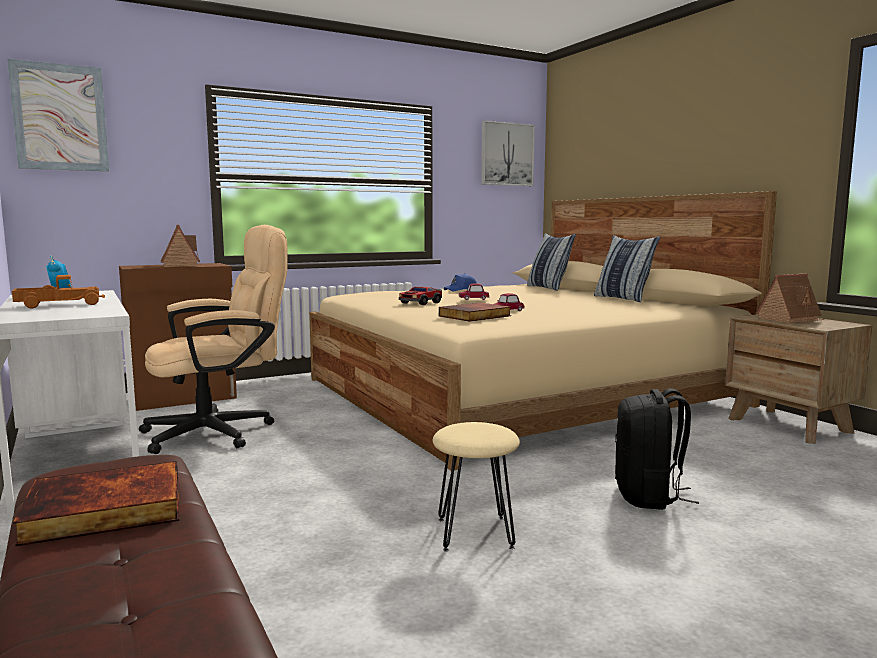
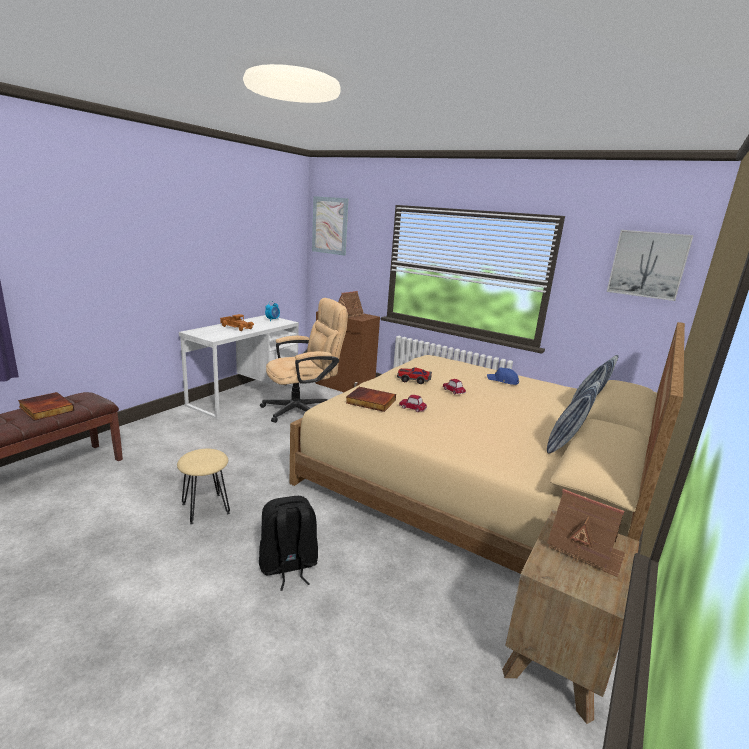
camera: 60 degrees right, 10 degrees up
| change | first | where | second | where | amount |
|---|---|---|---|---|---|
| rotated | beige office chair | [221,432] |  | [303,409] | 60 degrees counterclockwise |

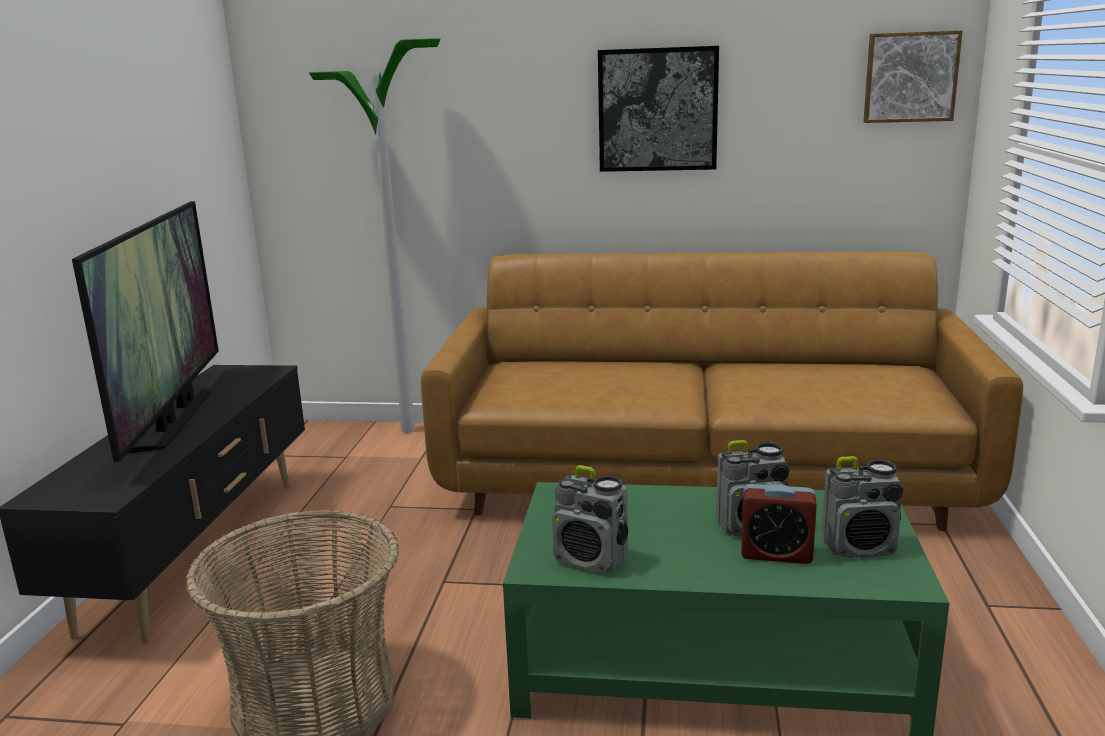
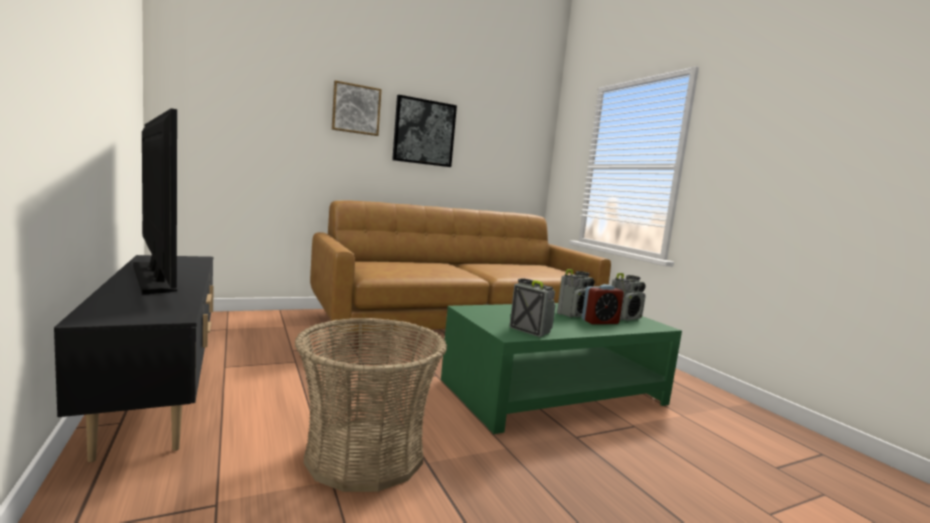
camera: 35 degrees left, 10 degrees down
| change | first | where | second | where | amount |
|---|---|---|---|---|---|
| shifted | wall picture | [910,77] |  | [356,109] |  |
| gone | standard lamp | [408,430] |  |  |  |
| rotated | radio | [591,560] |  | [530,330] | 135 degrees counterclockwise |

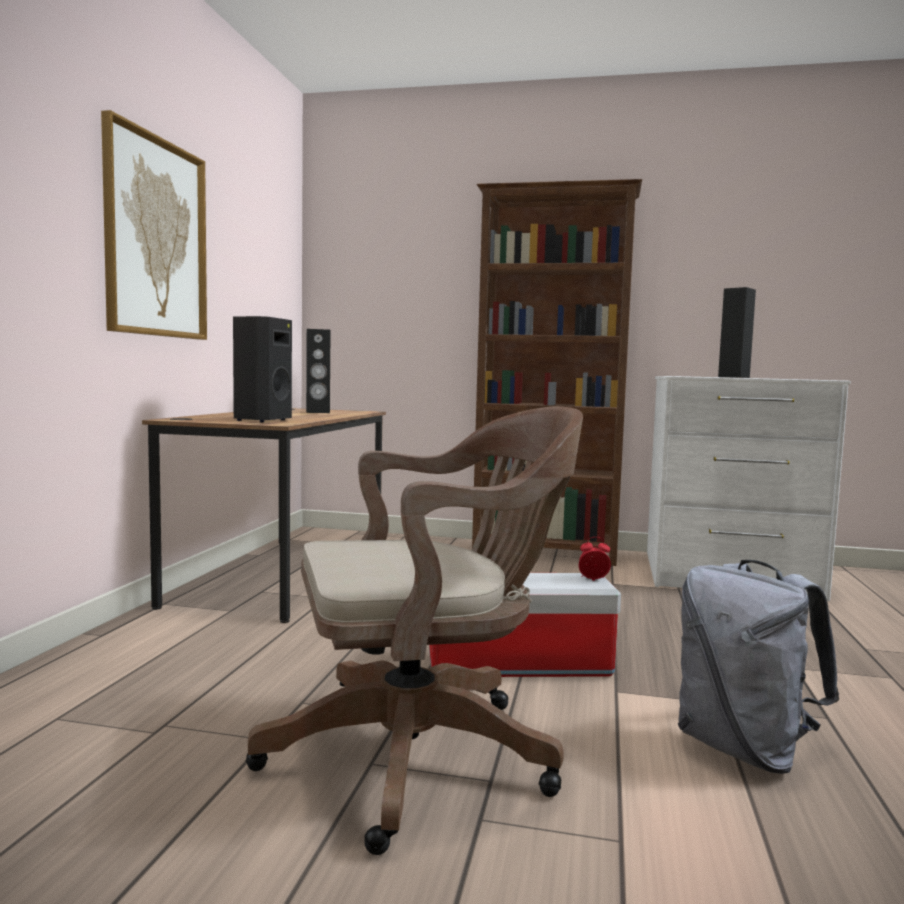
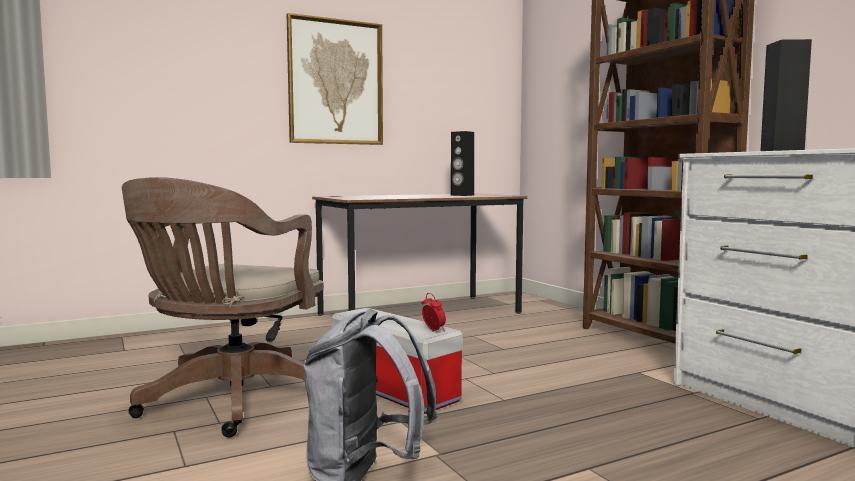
camera: 50 degrees right, 0 degrees up
| change | first | where | second | where | amount |
|---|---|---|---|---|---|
| gone | blackish audio speaker | [260,420] |  |  |  |
| rotated | brownish office chair | [425,754] |  | [230,403] | 75 degrees clockwise |

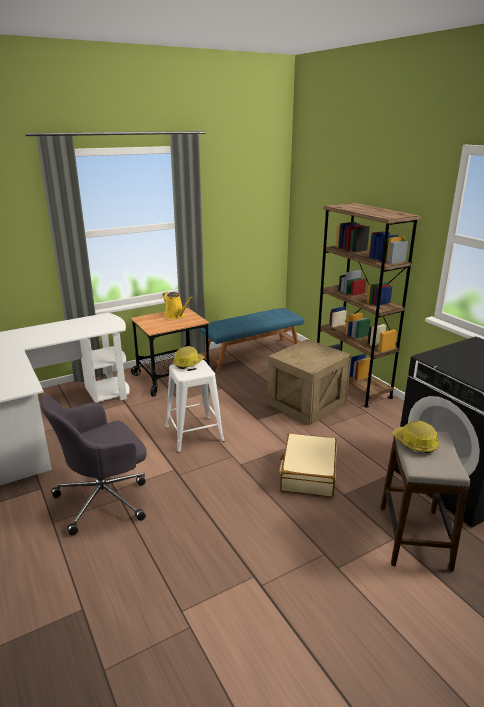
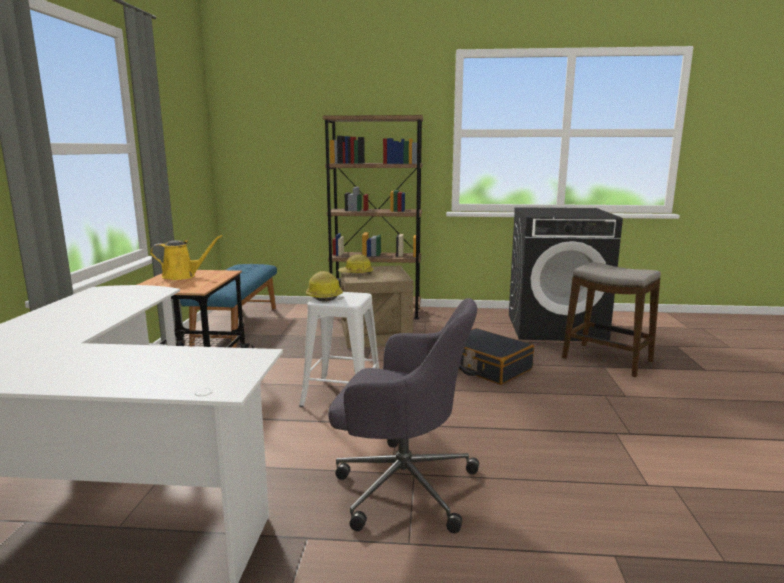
camera: 55 degrees left, 10 degrees down
| change | first | where | second | where | amount |
|---|---|---|---|---|---|
| rotated | grey office chair | [105,499] |  | [401,485] | 75 degrees counterclockwise |
| shifted | safety helmet | [415,443] |  | [356,273] |  |
| repainted | beige travel case | [308,473] | blackish travel case | [486,367] |  |

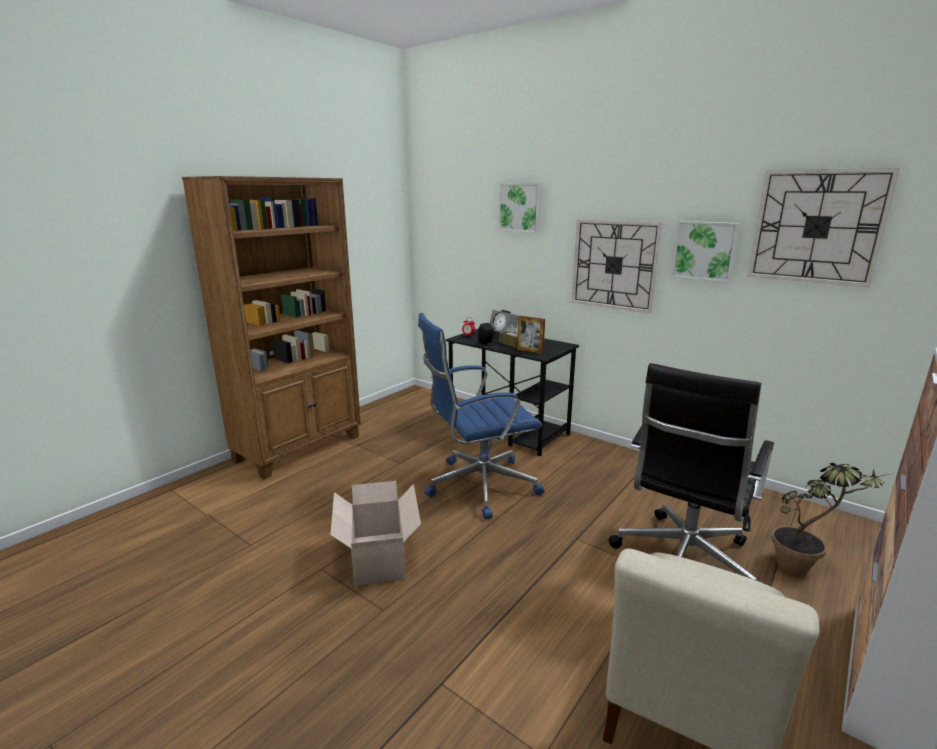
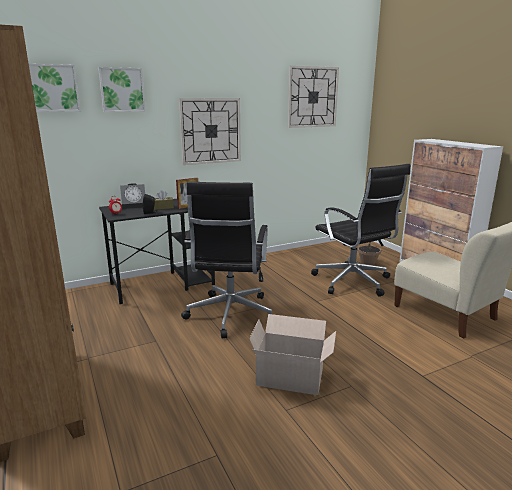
camera: 65 degrees left, 0 degrees up
| change | first | where | second | where | amount |
|---|---|---|---|---|---|
| shifted | wall picture | [705,250] |  | [53,88] |  |
| repainted | blue office chair | [478,486] | blackish office chair | [230,315] |  |

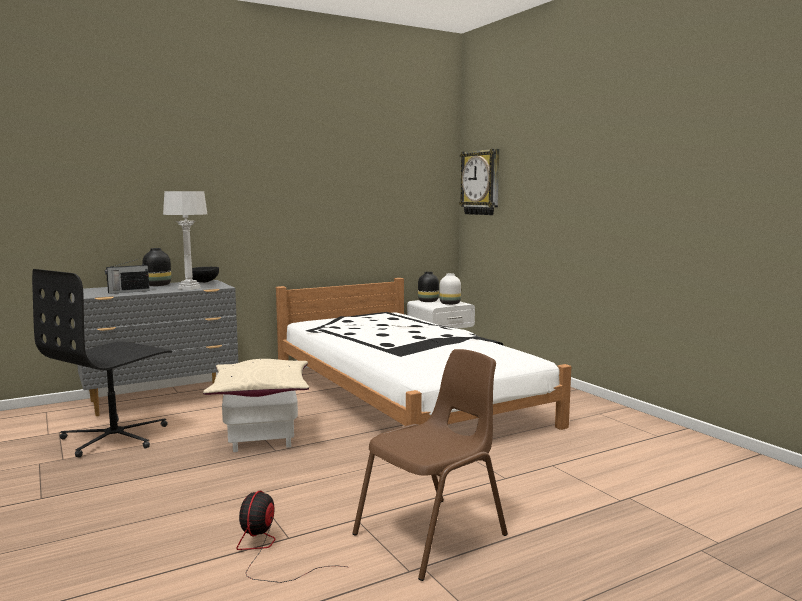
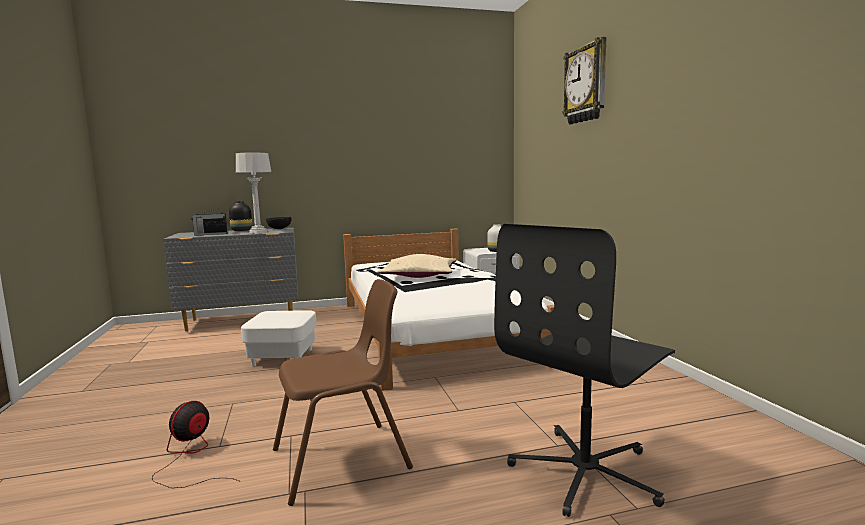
camera: 15 degrees right, 0 degrees up
| change | first | where | second | where | amount |
|---|---|---|---|---|---|
| shifted | hanging clock | [481,182] |  | [586,84] |  |
| shifted | blackish office chair | [115,437] |  | [586,472] |  |
| gone | blackish decorative vase | [428,301] |  |  |  |
| shifted | beige cushion | [260,391] |  | [419,276] |  |

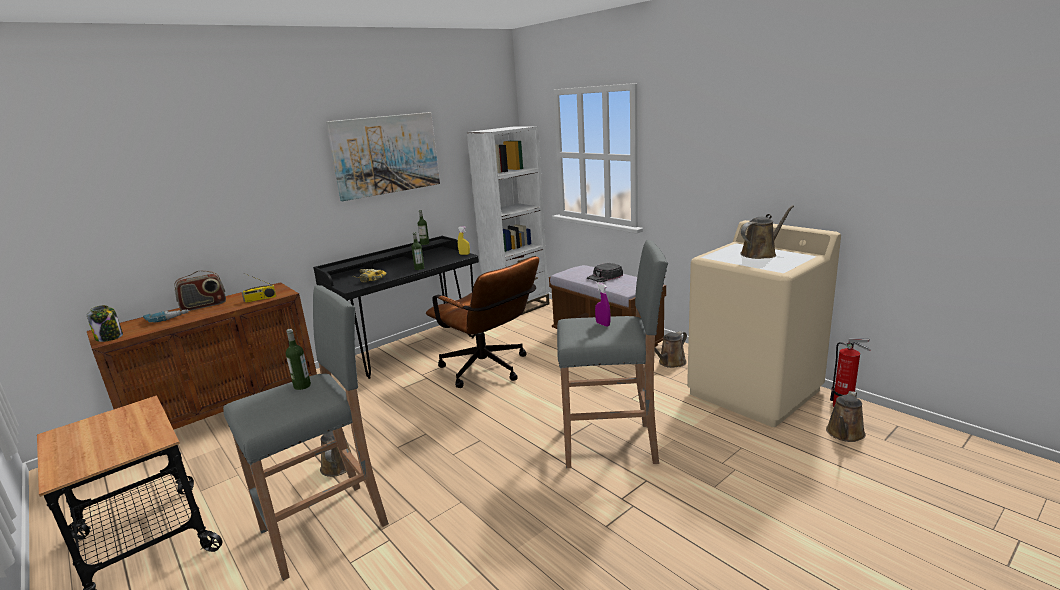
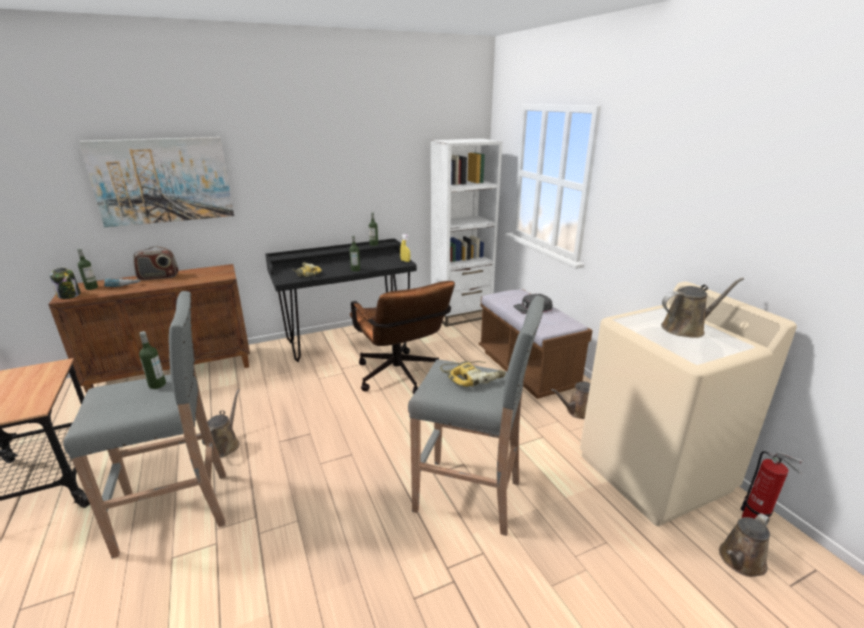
camera: 15 degrees right, 5 degrees up
| change | first | where | second | where | amount |
|---|---|---|---|---|---|
| shifted | wall picture | [386,155] |  | [163,181] |  |
| gone | radio | [260,299] |  |  |  |
| swapped | purple hand sprayer | [603,324] | drill | [473,377] |  |
| new |  |  | beverage bottle | [91,288] |  |

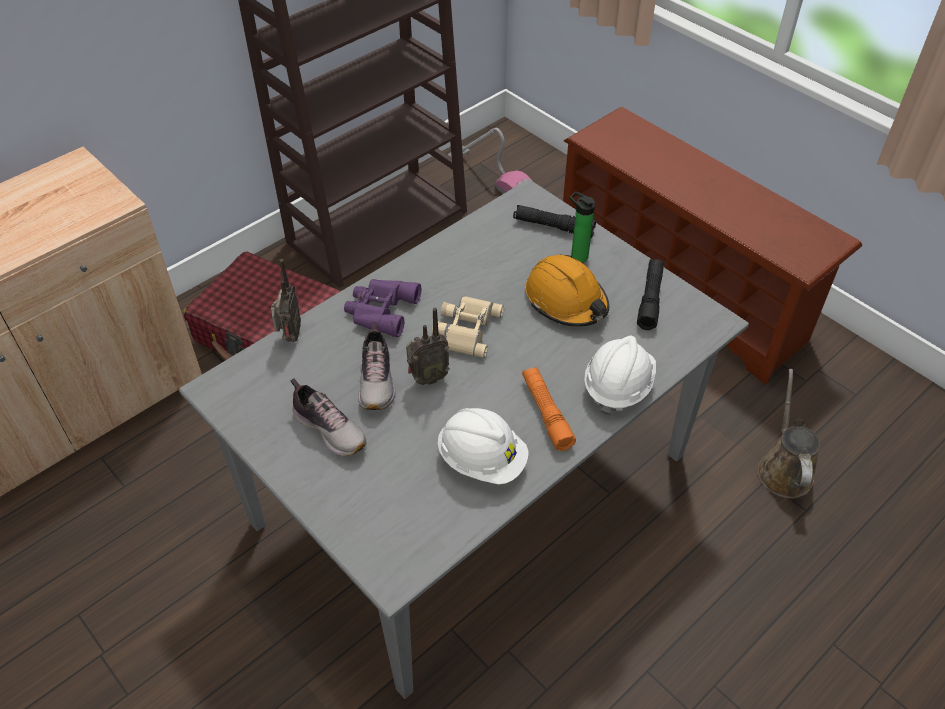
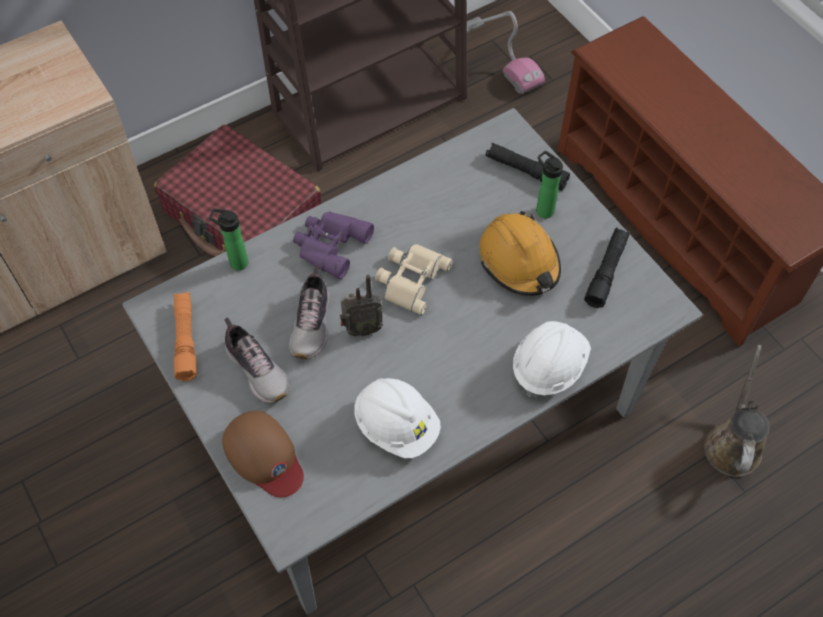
camera: 10 degrees right, 10 degrees up
| change | first | where | second | where | amount |
|---|---|---|---|---|---|
| swapped | radio | [289,337] | beverage bottle | [236,262] |  |
| shifted | orange-coloured hand torch | [546,413] |  | [185,339] |  |
| new |  |  | brownish cap | [264,456] |  |

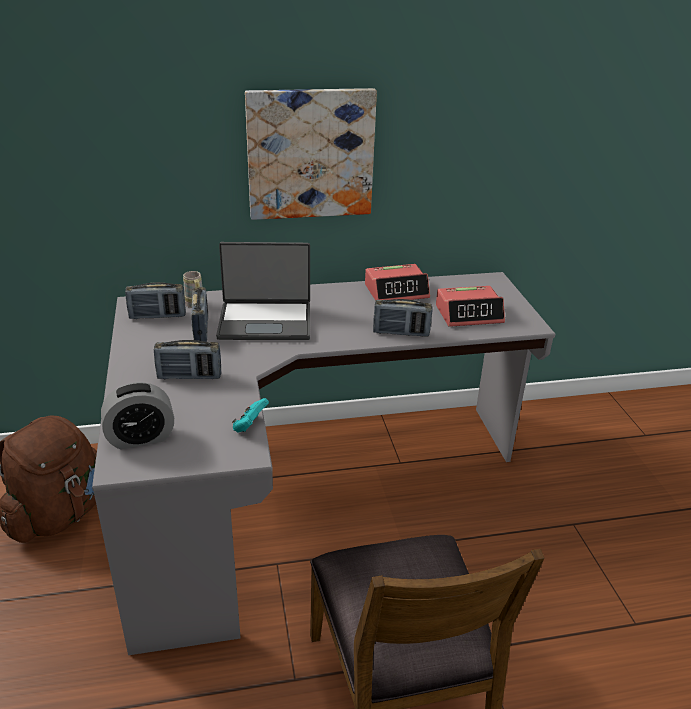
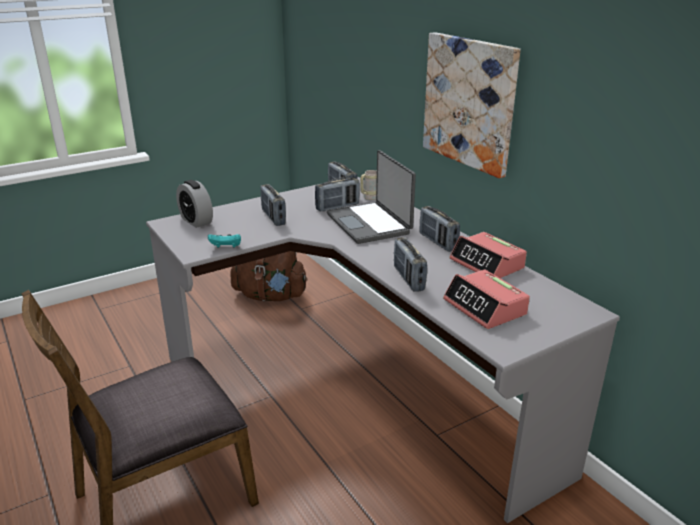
camera: 70 degrees right, 5 degrees down
| change | first | where | second | where | amount |
|---|---|---|---|---|---|
| new |  |  | radio | [437,242] |  |

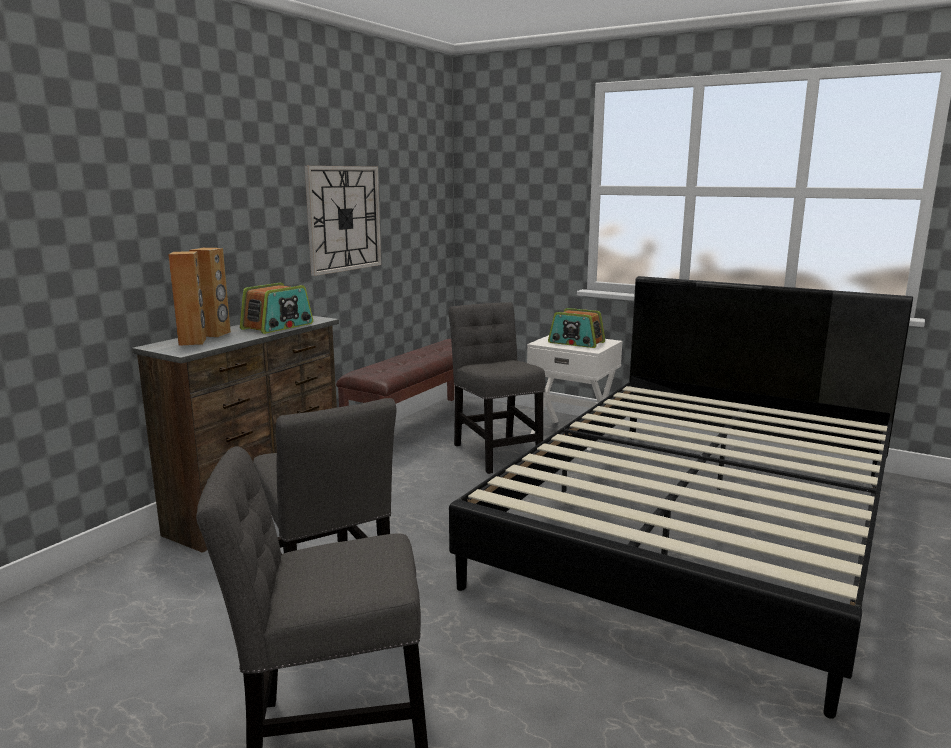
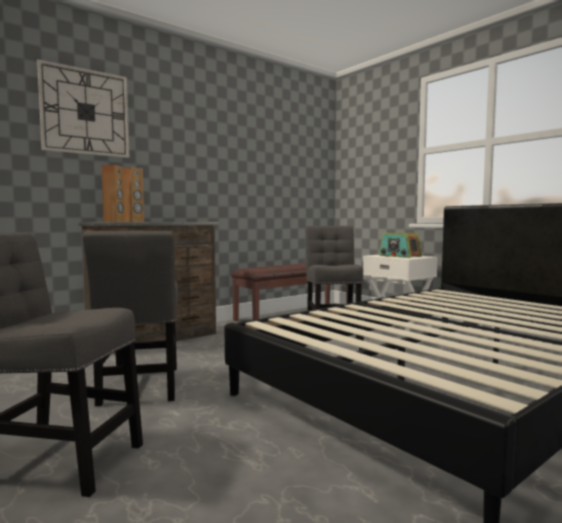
camera: 20 degrees right, 10 degrees down
| change | first | where | second | where | amount |
|---|---|---|---|---|---|
| shifted | hanging clock | [344,218] |  | [85,112] |  |
| gone | radio | [278,326] |  |  |  |

